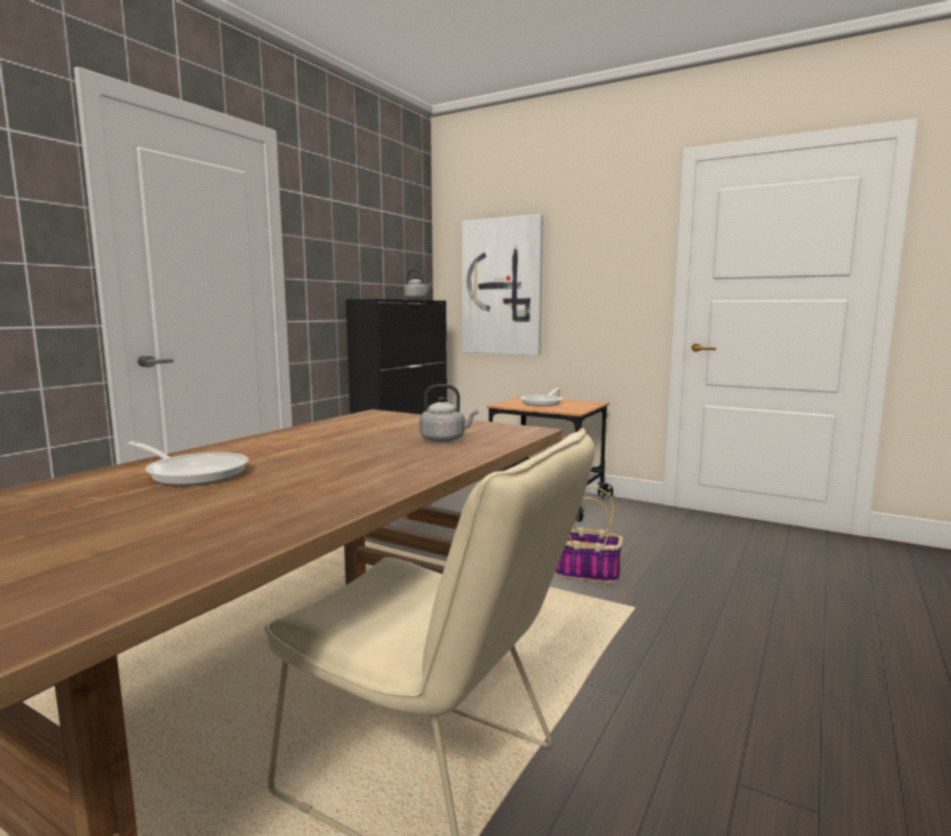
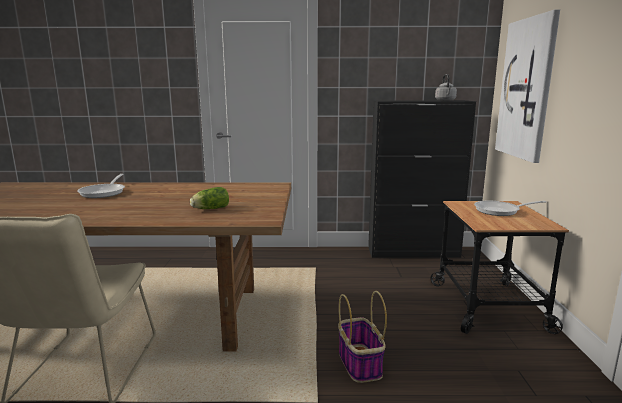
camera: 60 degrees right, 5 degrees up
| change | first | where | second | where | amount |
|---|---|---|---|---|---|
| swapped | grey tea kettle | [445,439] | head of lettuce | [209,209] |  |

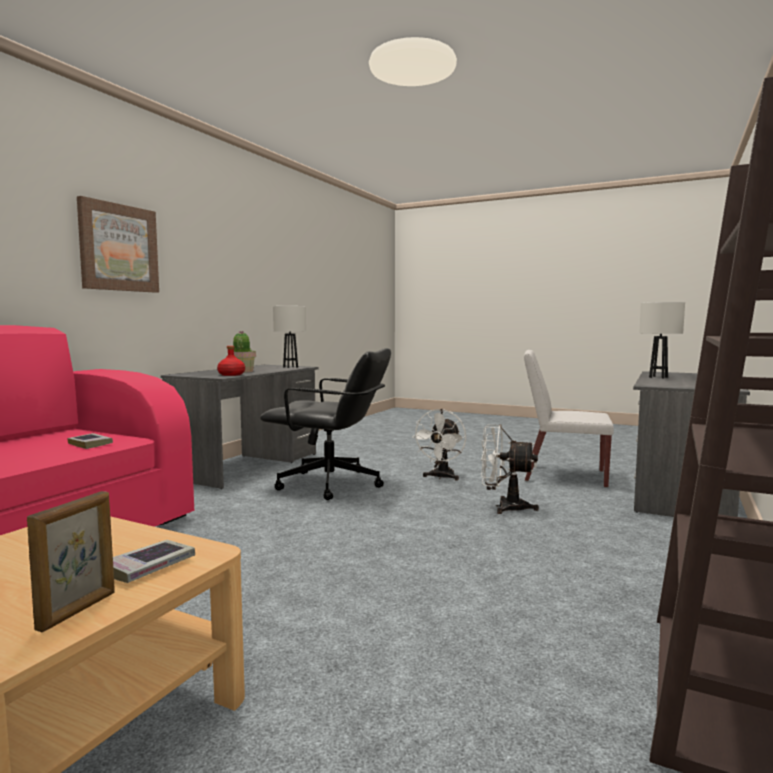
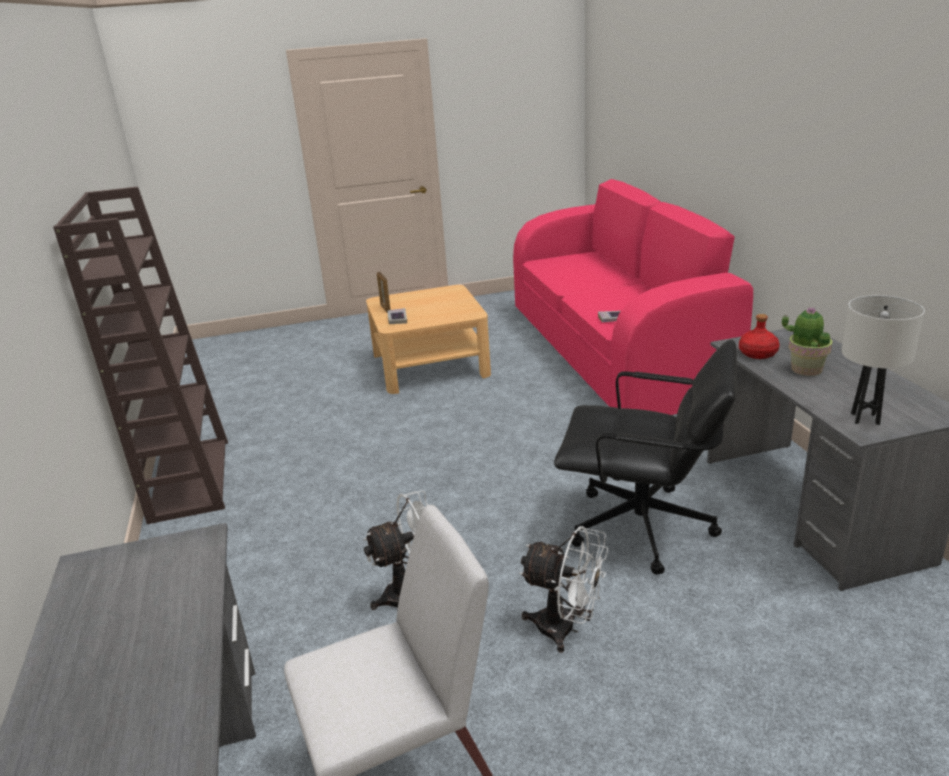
camera: 140 degrees right, 20 degrees up
| change | first | where | second | where | amount |
|---|---|---|---|---|---|
| gone | wall picture | [118,248] |  |  |  |
| gone | white-coloured table lamp | [658,377] |  |  |  |
| rotated | blackish office chair | [331,485] |  | [643,528] | 135 degrees counterclockwise |
| rotated | white-coloured fan | [441,477] |  | [566,629] | 135 degrees clockwise |

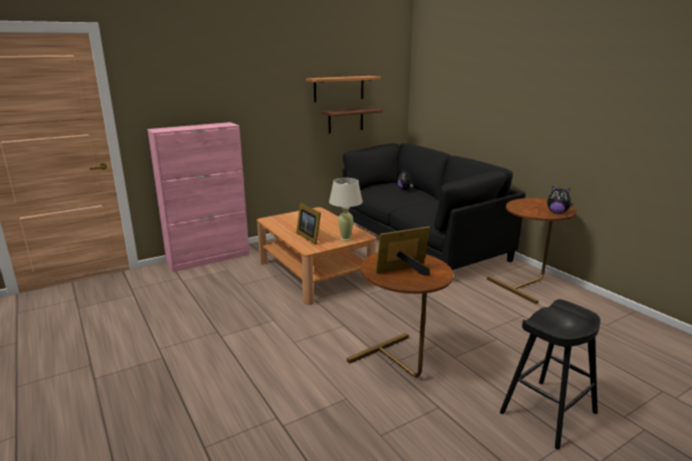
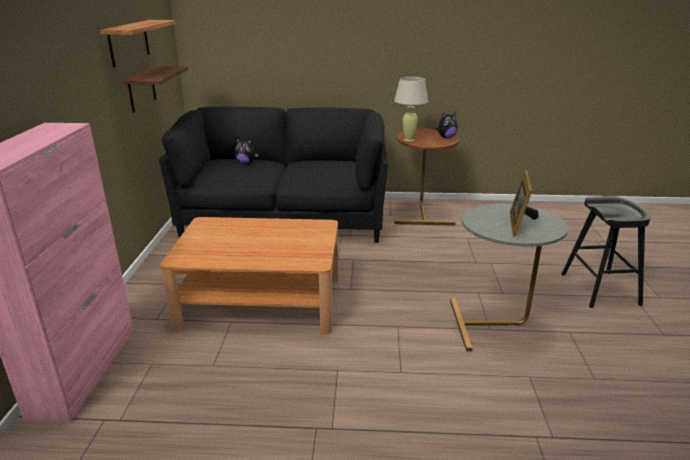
camera: 55 degrees left, 5 degrees up
| change | first | where | second | where | amount |
|---|---|---|---|---|---|
| shifted | beige table lamp | [345,238] |  | [408,140] |  |
| gone | standing frame | [309,237] |  |  |  |
| repainted | brownish accent table | [400,365] | grey accent table | [496,324] |  |

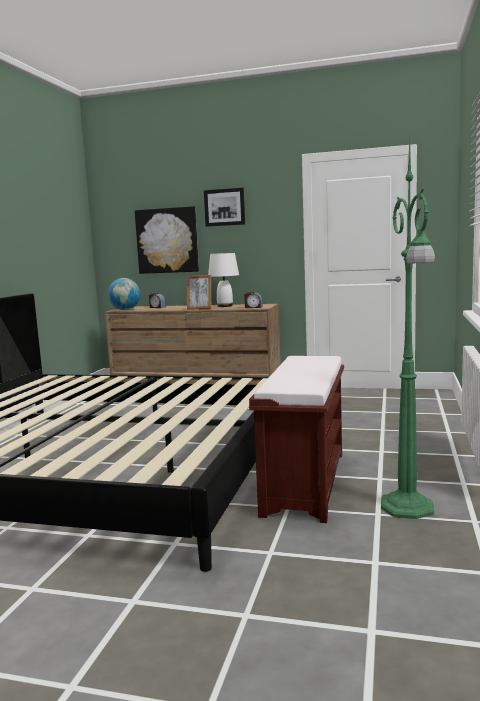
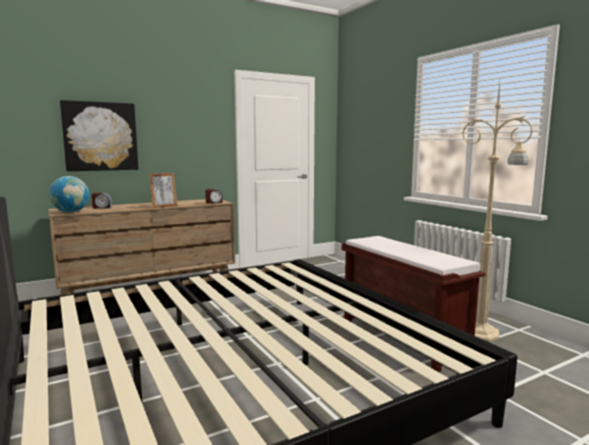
camera: 45 degrees left, 0 degrees up
| change | first | where | second | where | amount |
|---|---|---|---|---|---|
| repainted | greenish standard lamp | [407,508] | beige standard lamp | [481,333] |  |
| gone | wall picture | [224,207] |  |  |  |
| gone | white-coloured table lamp | [225,306] |  |  |  |

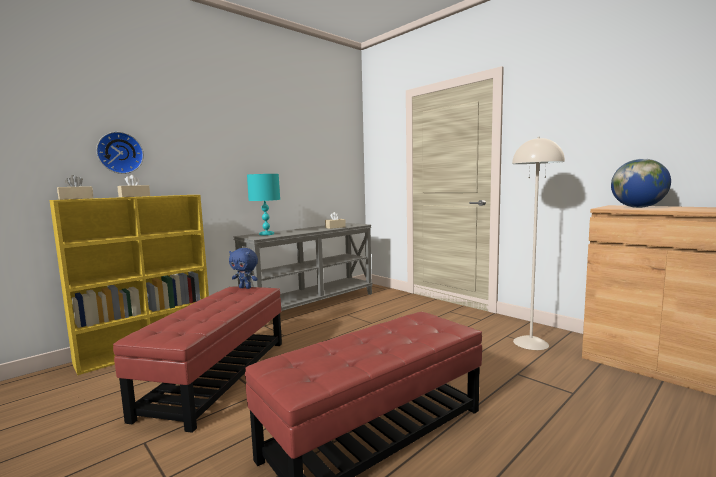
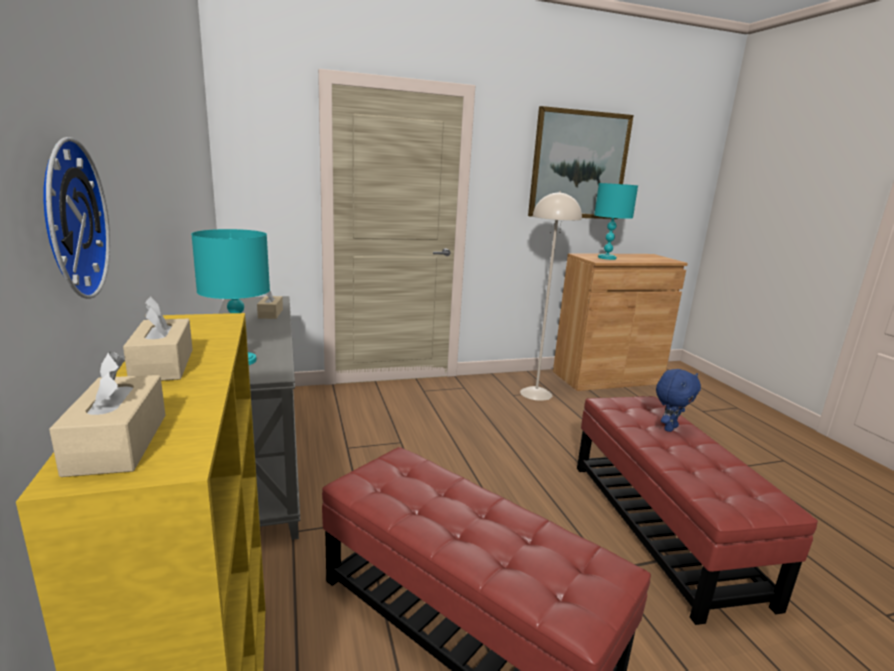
camera: 65 degrees left, 10 degrees up
| change | first | where | second | where | amount |
|---|---|---|---|---|---|
| swapped | globe | [638,207] | turquoise table lamp | [607,258] |  |
| shifted | blue plush toy | [245,287] |  | [669,428] |  |
| new |  |  | wall picture | [579,165] |  |

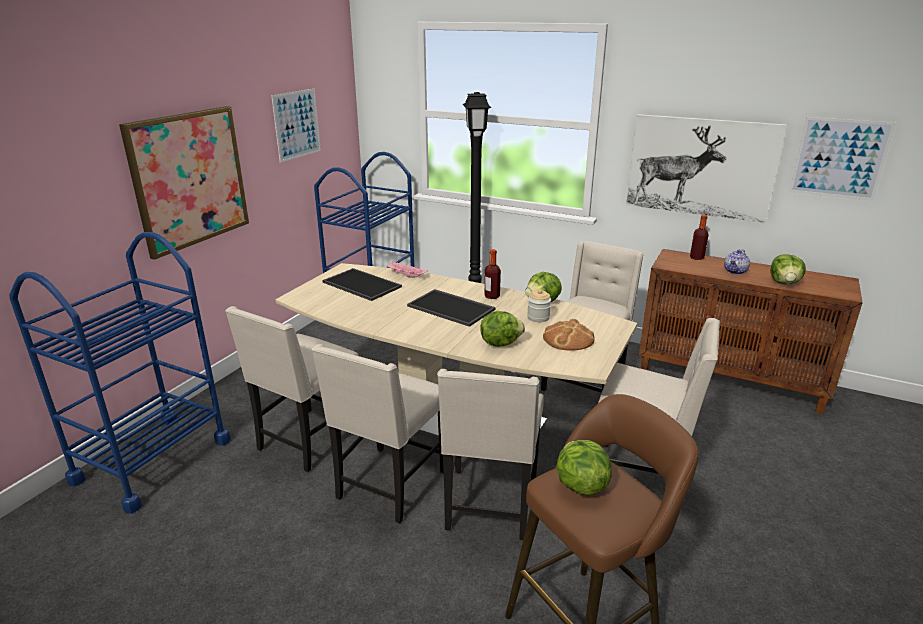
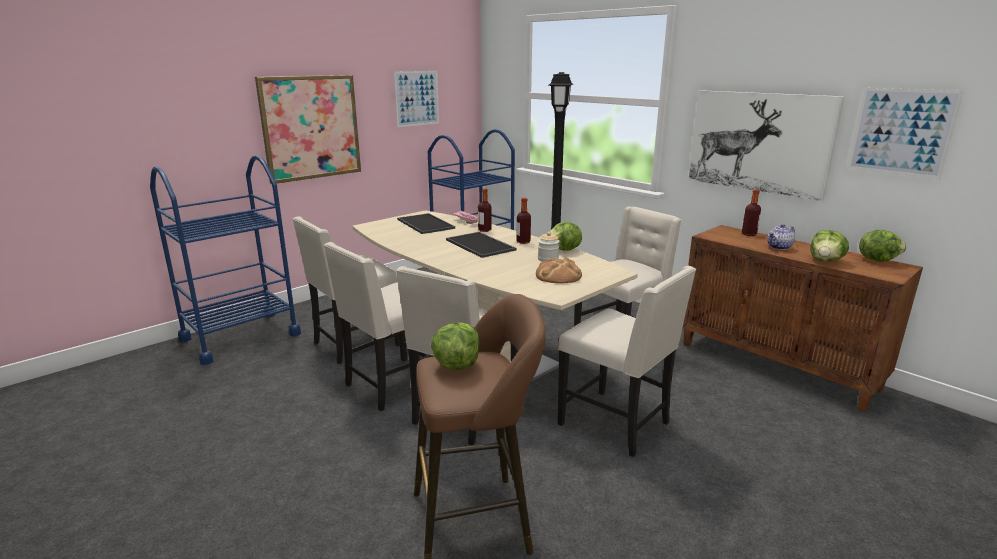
camera: 20 degrees right, 5 degrees down
| change | first | where | second | where | amount |
|---|---|---|---|---|---|
| shifted | head of lettuce | [500,343] |  | [877,260] |  |
| new |  |  | beverage bottle | [484,230] |  |

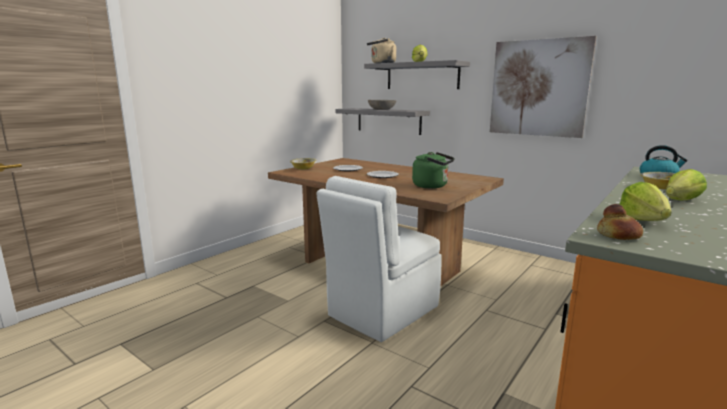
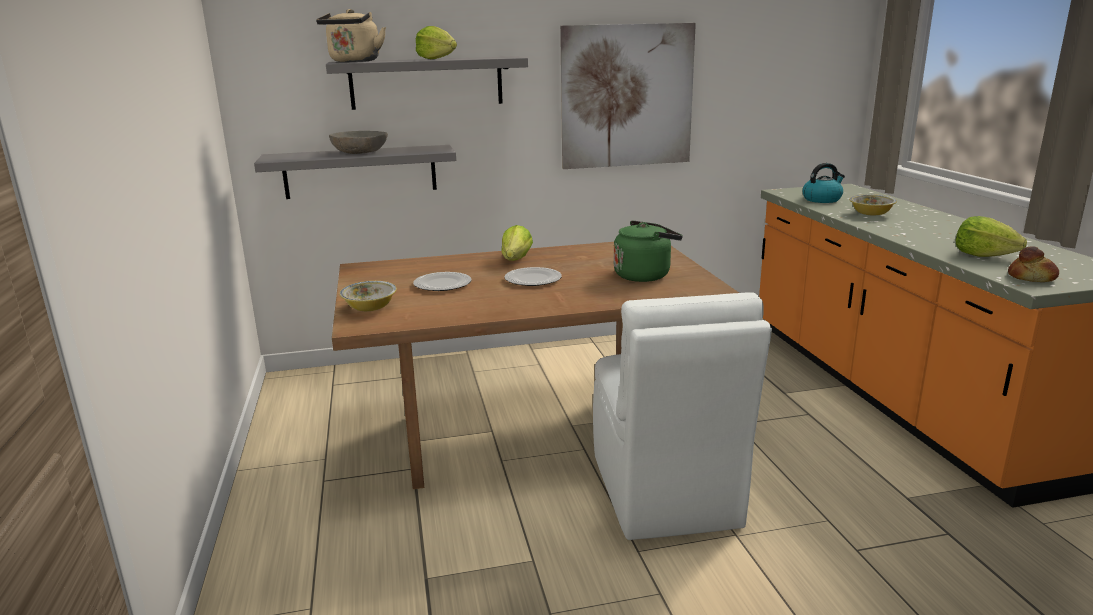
camera: 50 degrees left, 5 degrees up
| change | first | where | second | where | amount |
|---|---|---|---|---|---|
| shifted | head of lettuce | [680,200] |  | [516,260] |  |

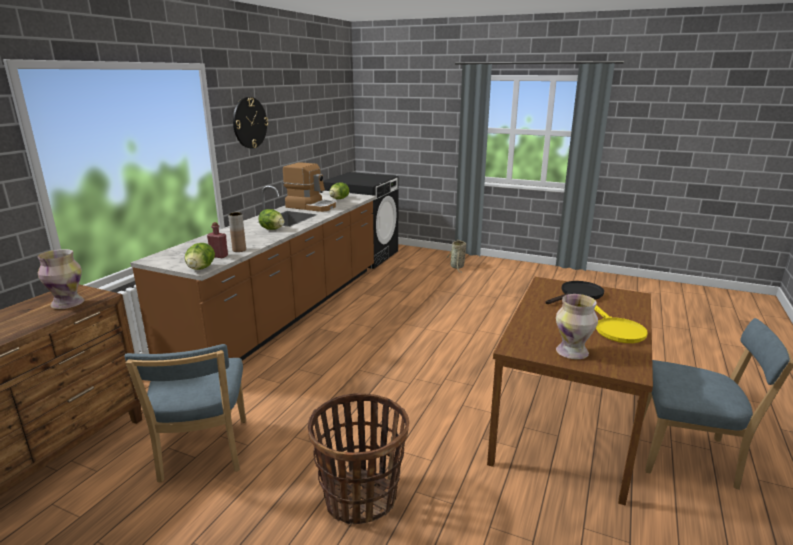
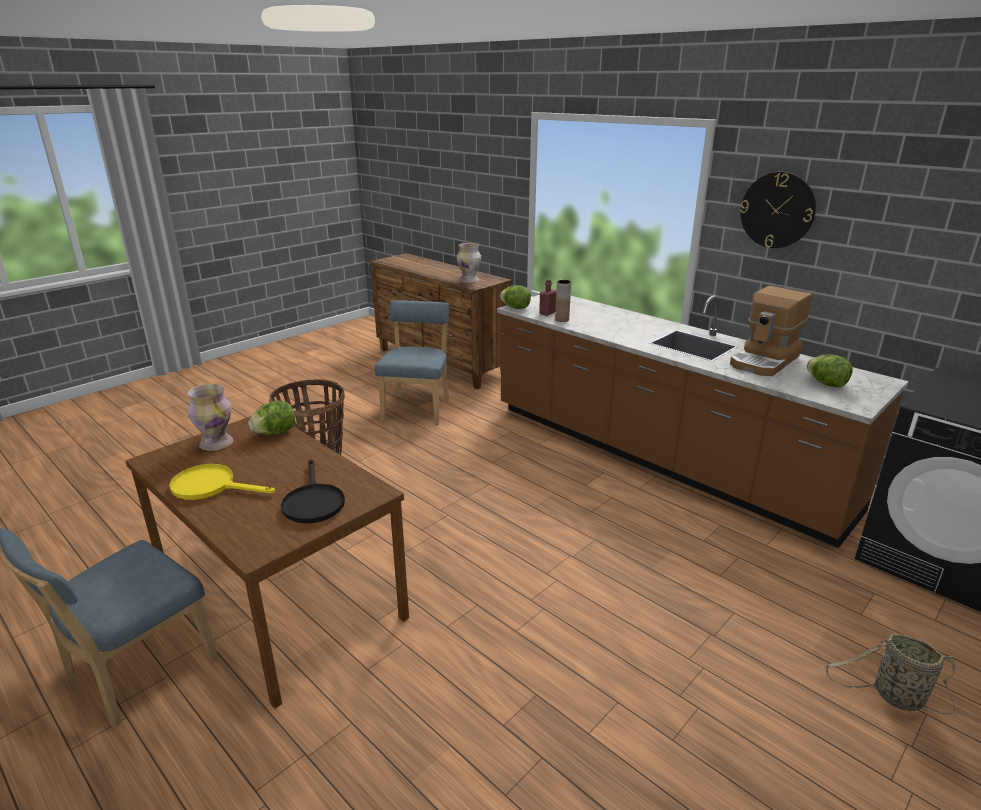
camera: 110 degrees right, 5 degrees up
| change | first | where | second | where | amount |
|---|---|---|---|---|---|
| shifted | head of lettuce | [272,229] |  | [275,433] |  |
| rotated | blue upright chair | [203,453] |  | [418,408] | 90 degrees clockwise |

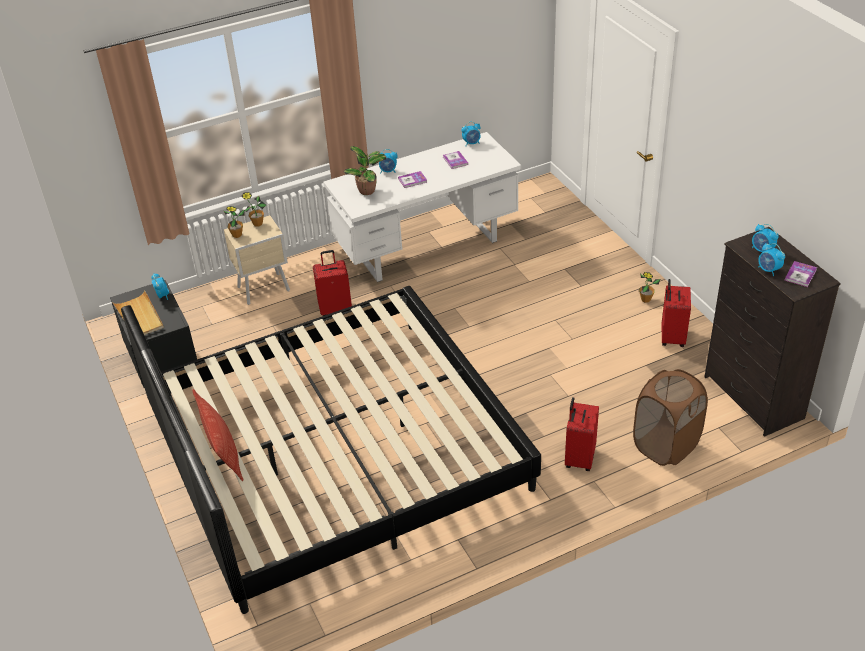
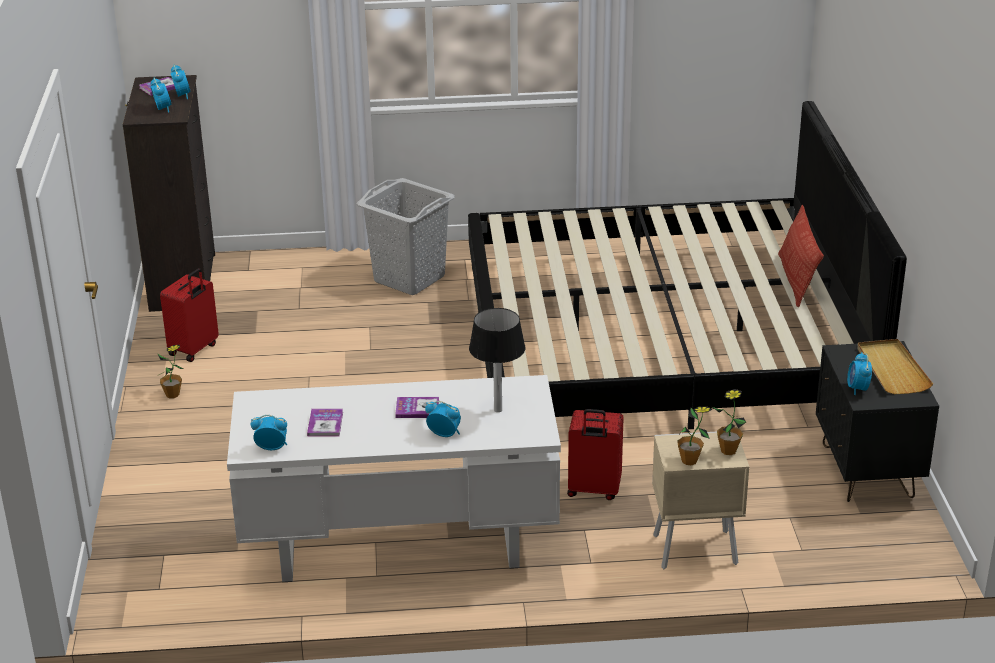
camera: 160 degrees left, 10 degrees down
| change | first | where | second | where | amount |
|---|---|---|---|---|---|
| swapped | potted plant | [368,191] | table lamp | [497,409] |  |
| gone | brownish washing basket | [665,445] |  |  |  |
| swapped | red-coloured travel case | [579,458] | grey washing basket | [409,279] |  |

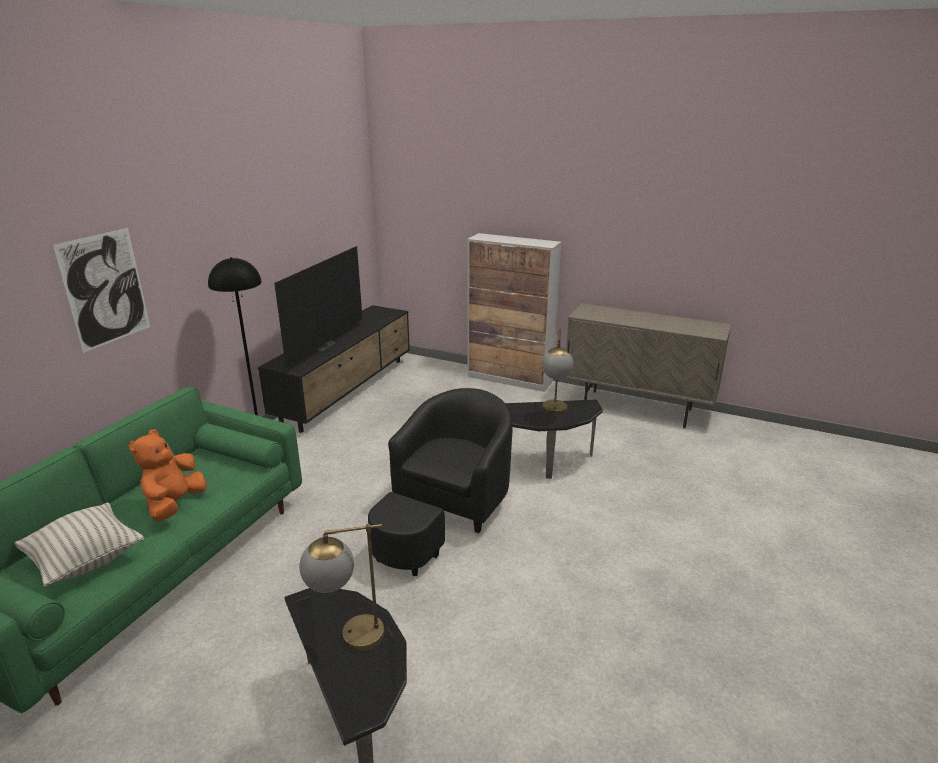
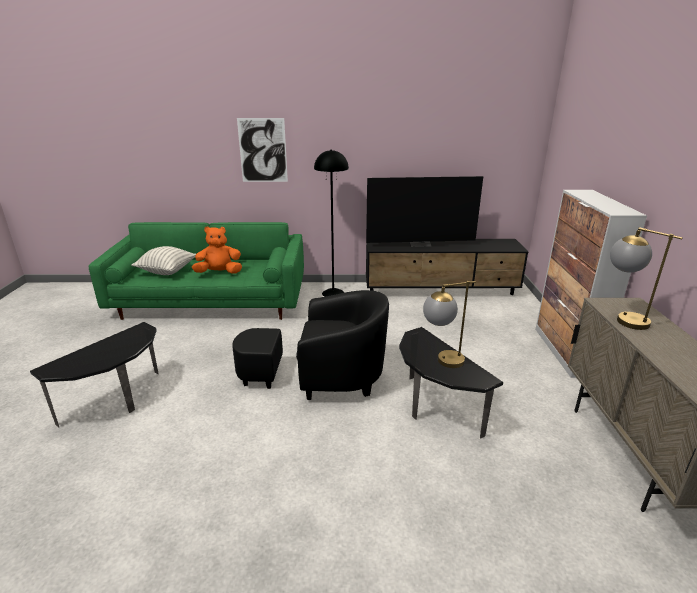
camera: 65 degrees right, 0 degrees up
| change | first | where | second | where | amount |
|---|---|---|---|---|---|
| shifted | table lamp | [347,638] |  | [621,318] |  |

